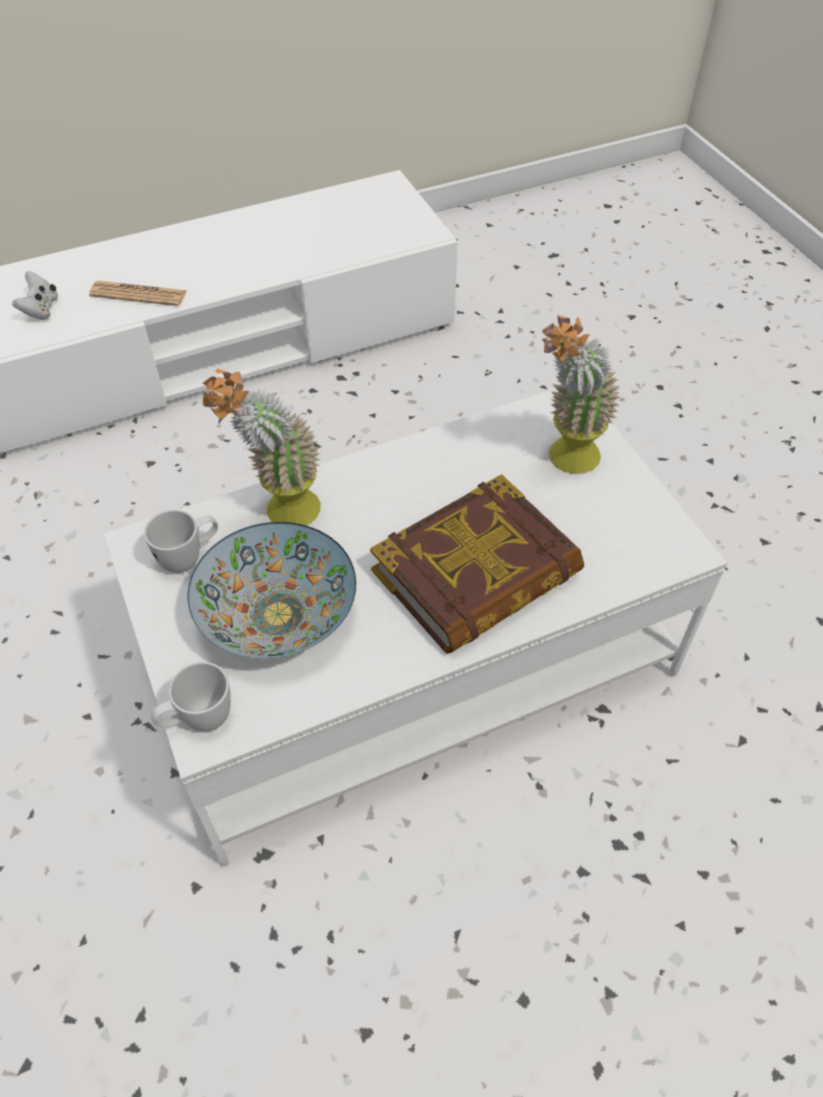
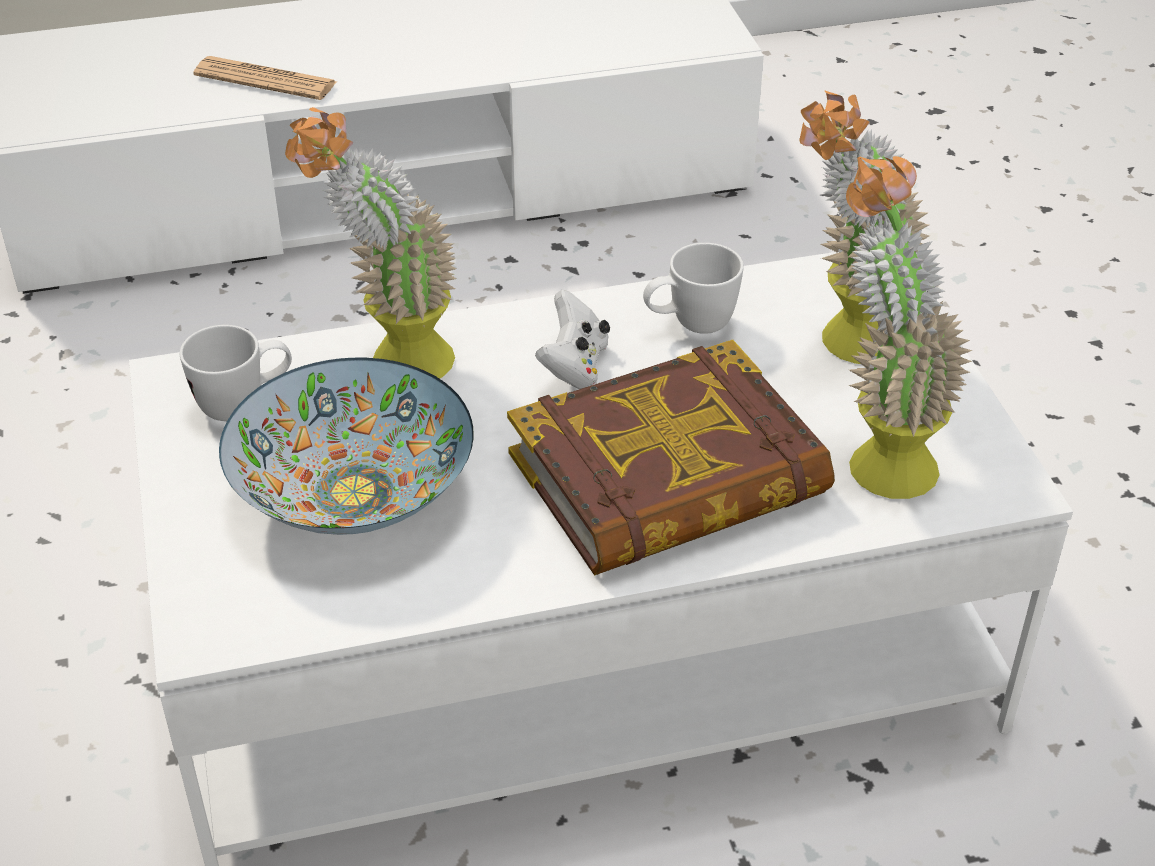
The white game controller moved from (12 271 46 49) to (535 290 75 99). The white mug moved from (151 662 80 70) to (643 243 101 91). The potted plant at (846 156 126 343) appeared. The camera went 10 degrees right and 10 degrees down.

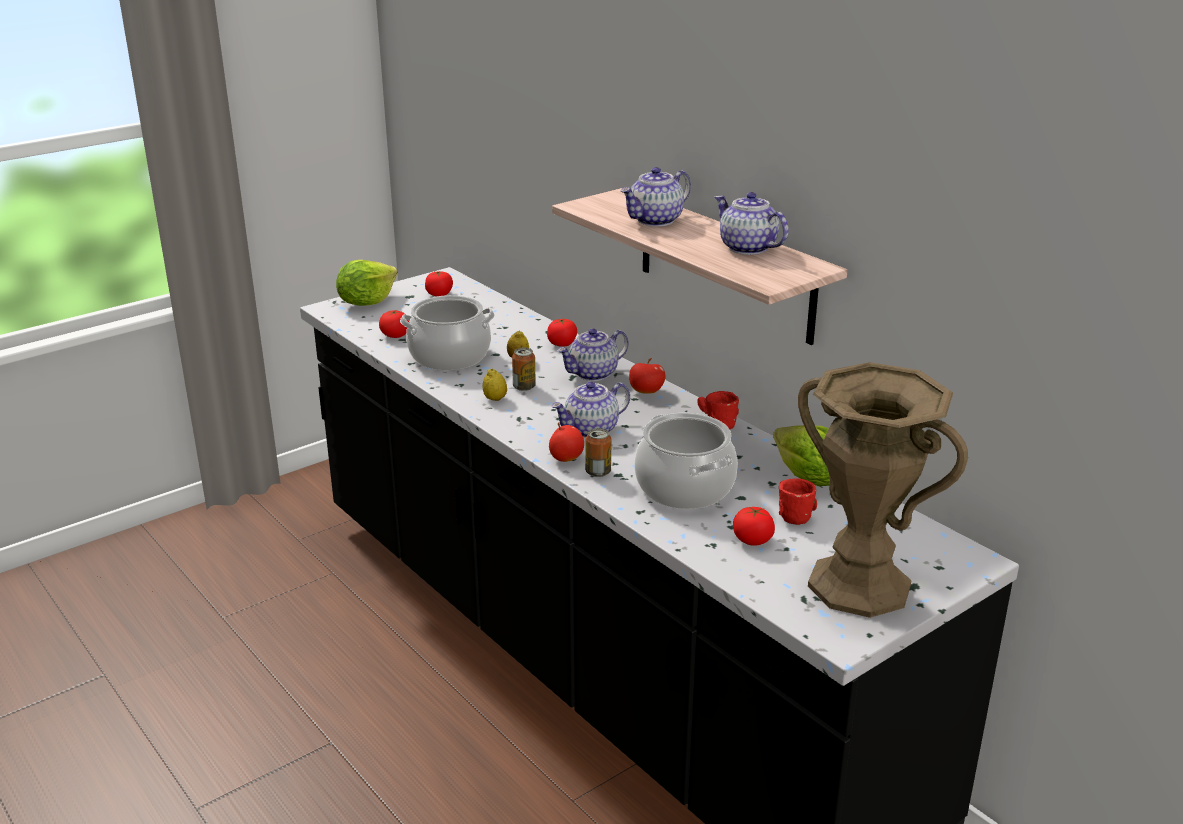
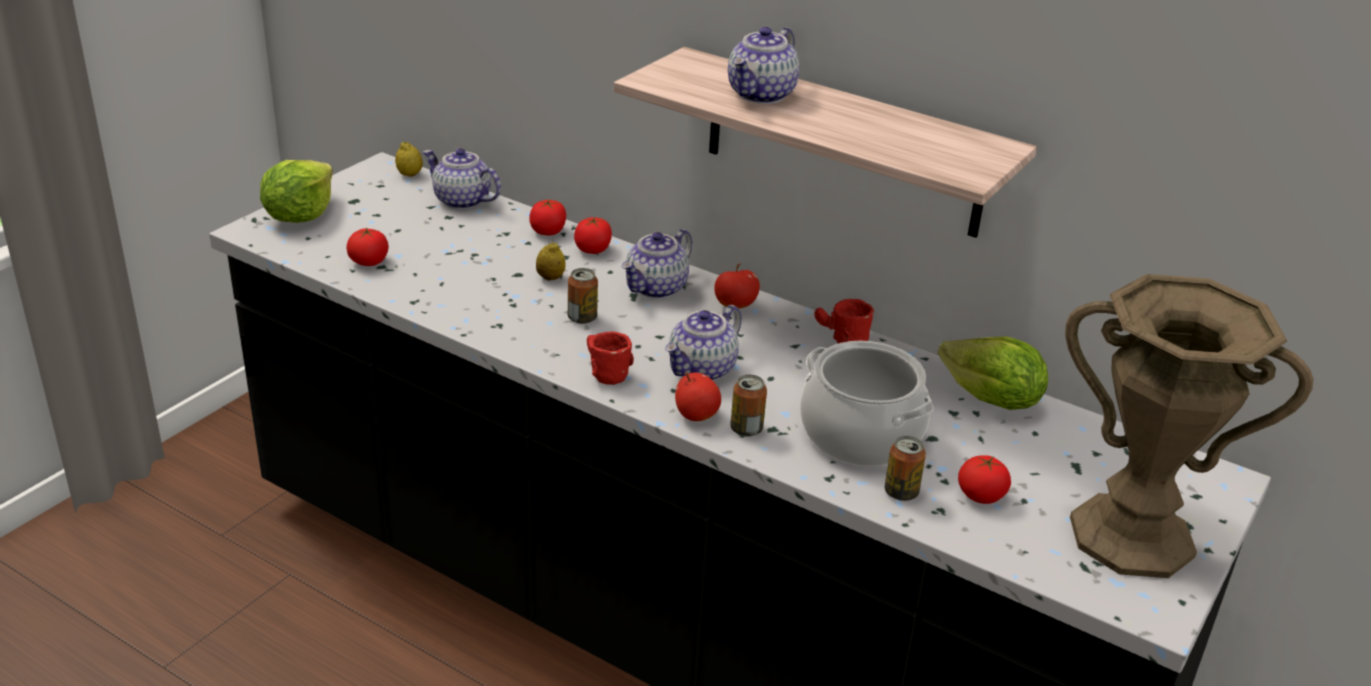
The cooking pot at (400 295 95 75) disappeared. The tomato moved from (425 271 28 25) to (529 199 37 37). The lemon moved from (483 369 24 32) to (395 142 28 34). The teapot moved from (715 192 74 63) to (423 148 78 62). The red mug moved from (779 478 38 47) to (587 331 47 54). The can at (885 436 41 65) appeared. The camera went 20 degrees left and 5 degrees up.

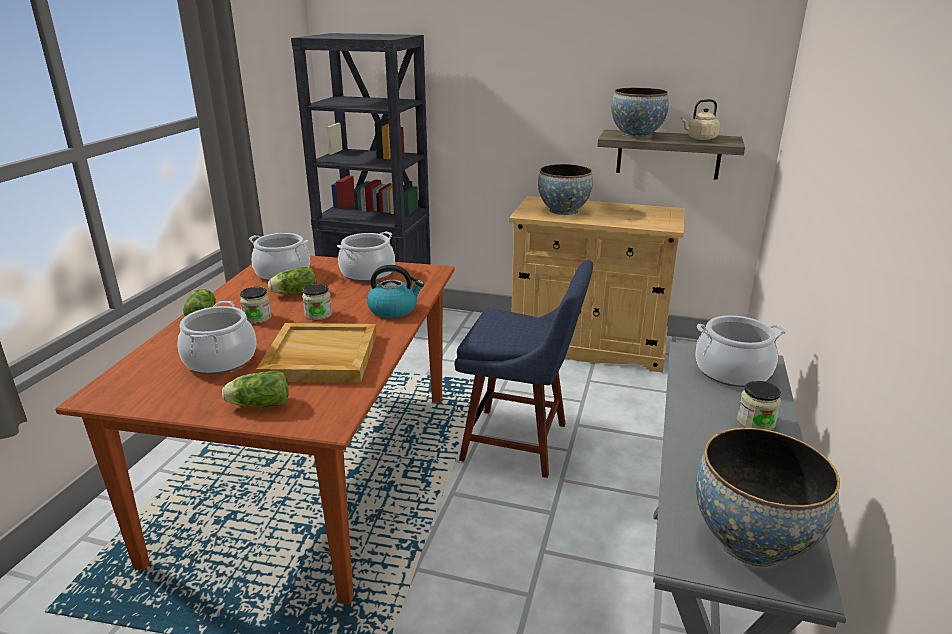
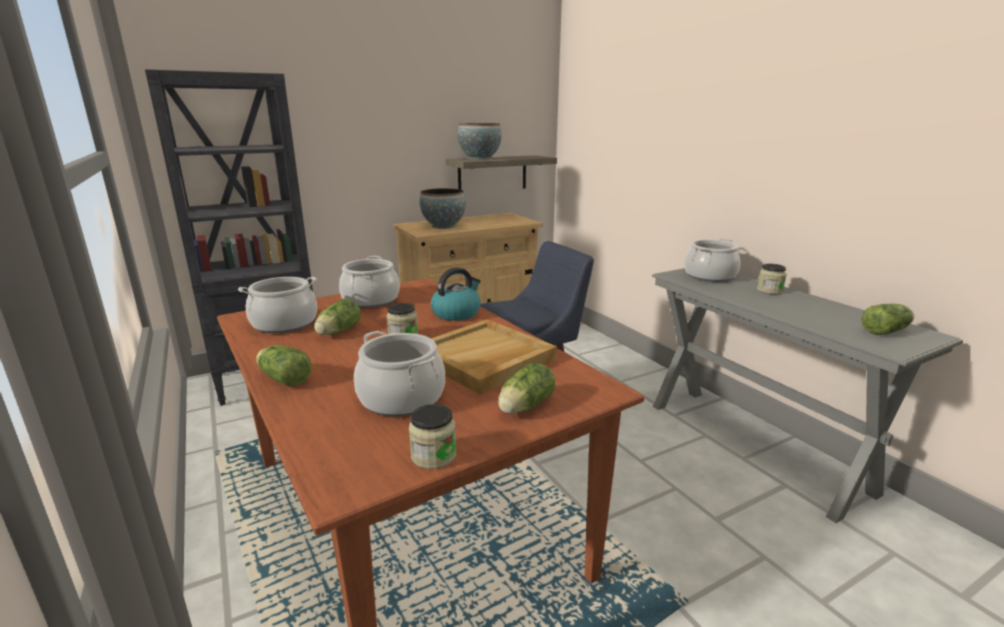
The jar moved from (240 287 31 37) to (409 404 47 65). The beige kettle at (681 99 39 41) disappeared. The bowl at (696 428 144 139) was replaced by the lettuce at (861 304 53 31). The camera went 45 degrees left and 5 degrees down.

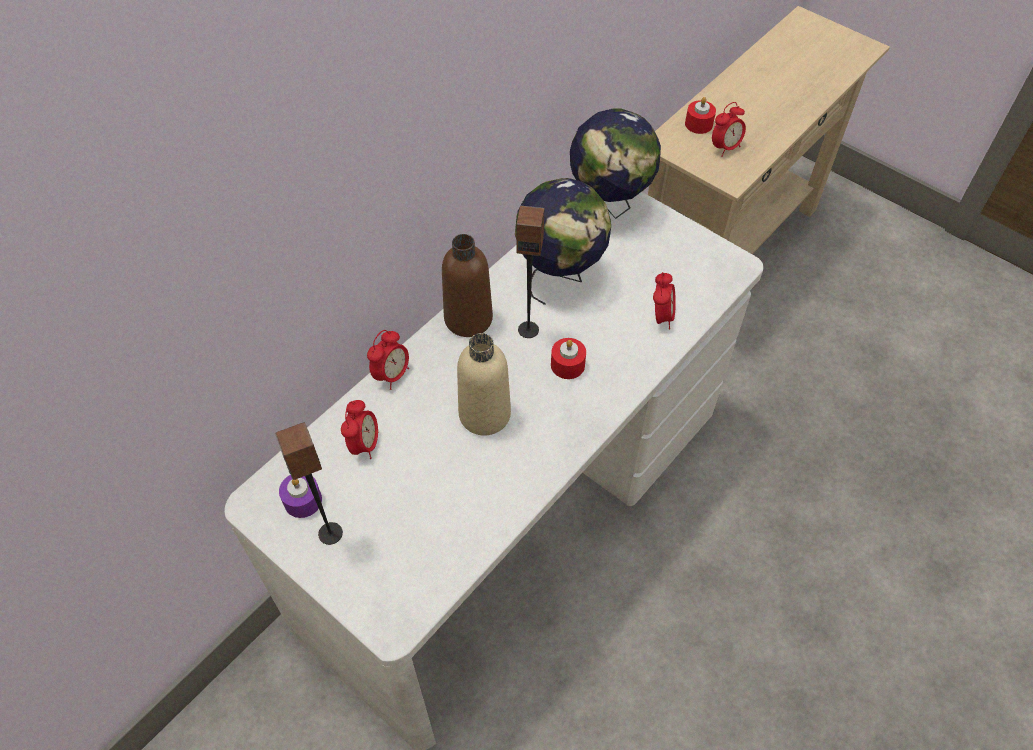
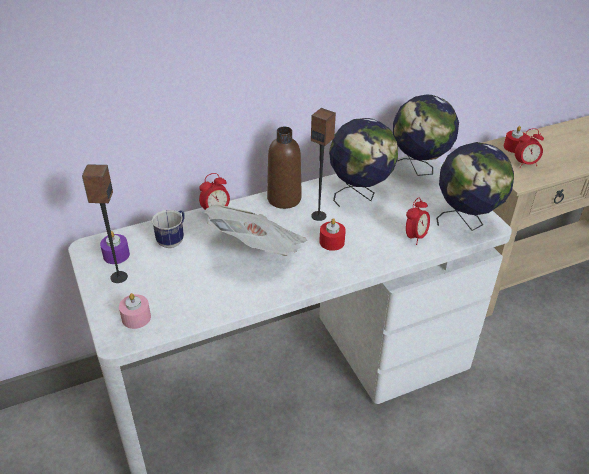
The alarm clock at (341 400 37 59) was replaced by the mug at (152 210 33 38). The beige bottle at (457 333 54 102) was replaced by the newspaper at (204 205 103 51). The pink candle at (119 293 32 36) appeared. The globe at (436 142 78 89) appeared. The camera went 25 degrees right and 15 degrees down.

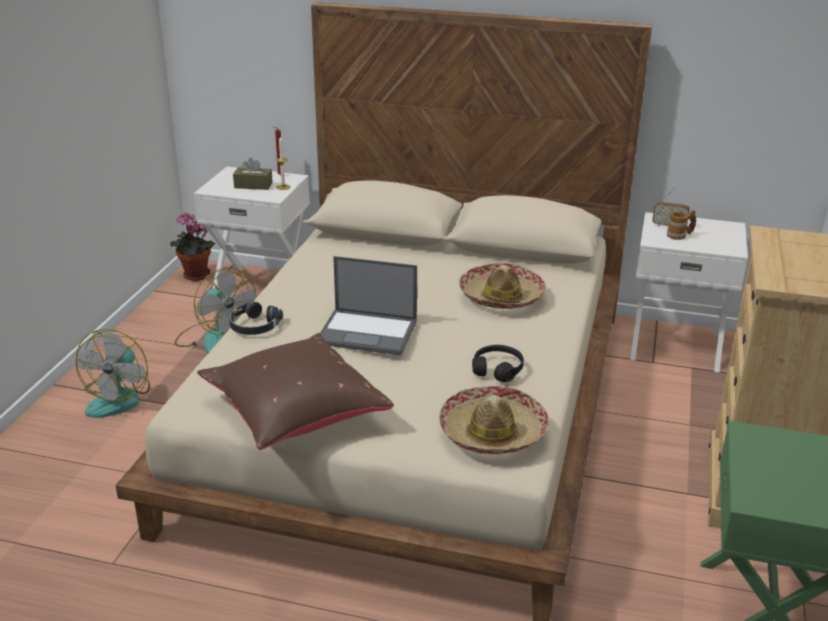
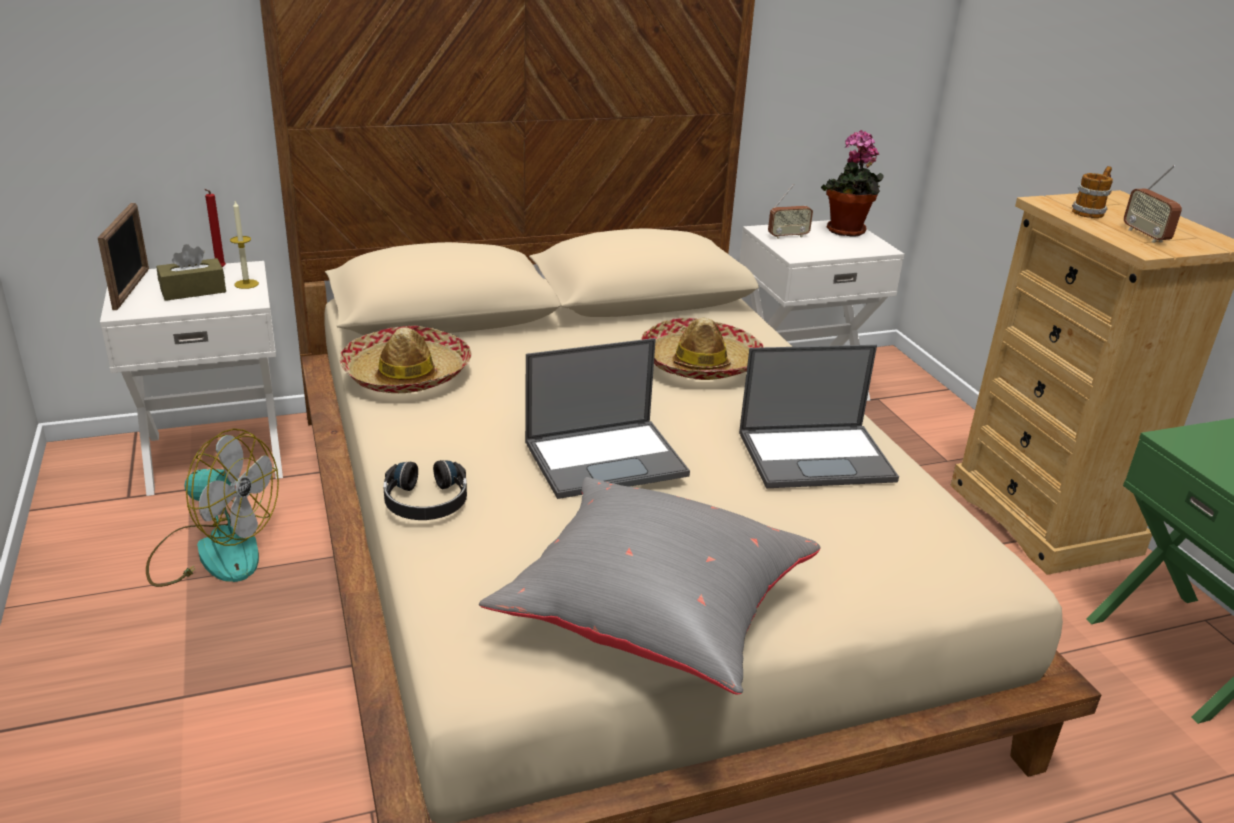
The fan at (76 329 74 89) disappeared. The potted plant moved from (171 212 44 69) to (821 130 63 106). The brown pillow at (197 333 197 117) became the grey pillow at (479 477 342 217). The hat moved from (439 386 110 68) to (340 326 131 67). The black headphones at (472 345 52 37) was replaced by the laptop at (739 345 160 143). The mug moved from (667 210 29 30) to (1072 166 41 52). The picture frame at (98 203 51 107) appeared. The radio at (1124 165 58 78) appeared. The camera went 35 degrees left and 0 degrees up.

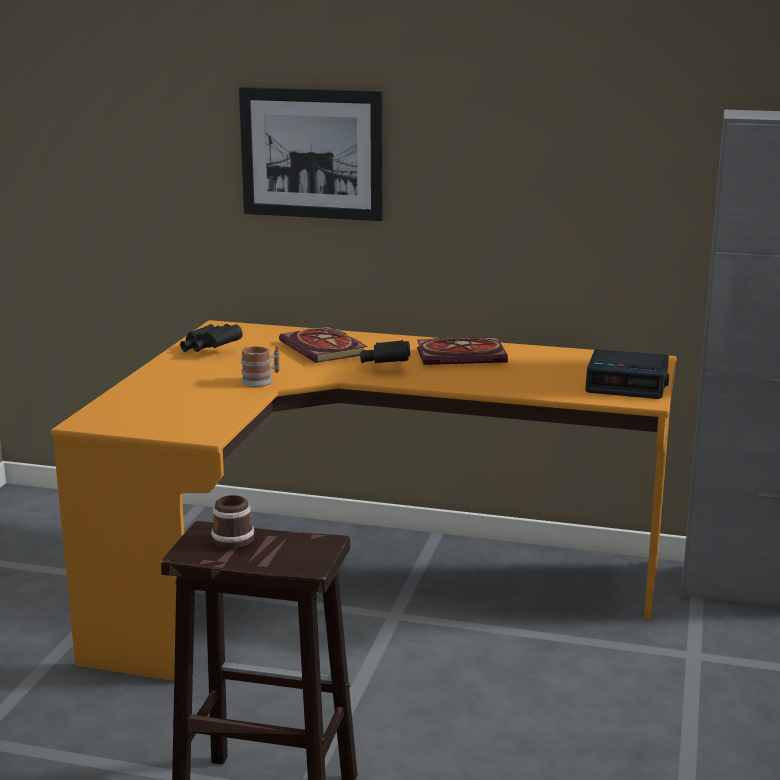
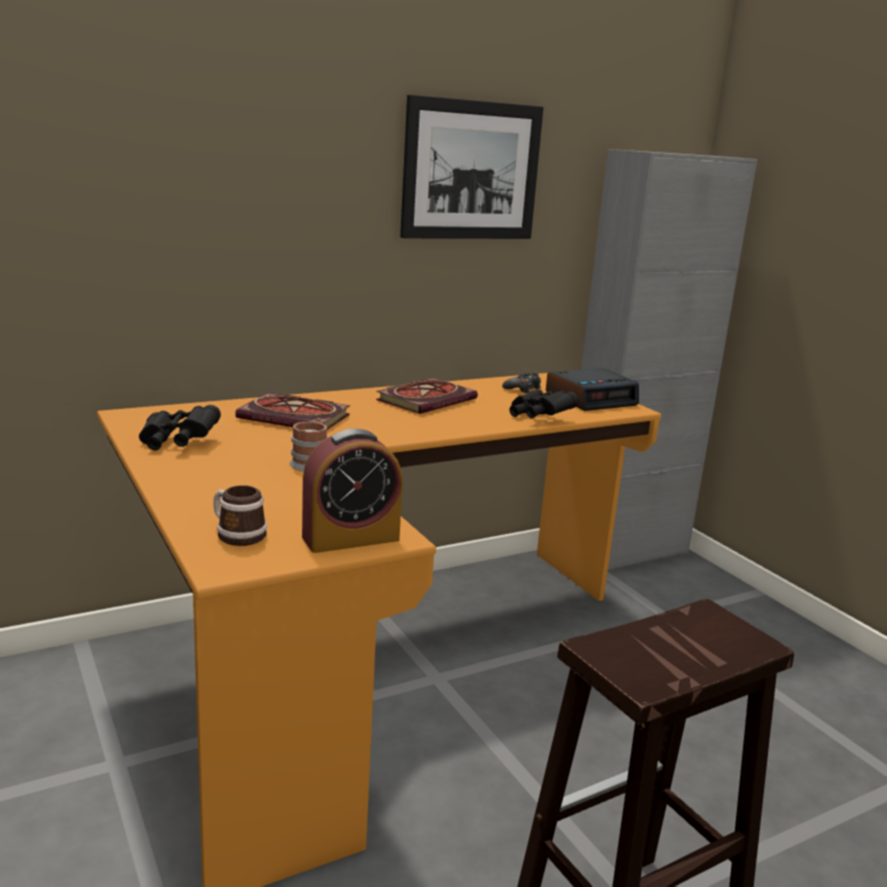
The mug moved from (211 495 44 54) to (213 485 54 61). The picture moved from (239 87 144 134) to (400 95 144 144). The black binoculars moved from (360 340 50 23) to (510 389 69 29). The alarm clock at (302 429 101 124) appeared. The black game controller at (502 372 39 21) appeared. The camera went 45 degrees left and 0 degrees up.

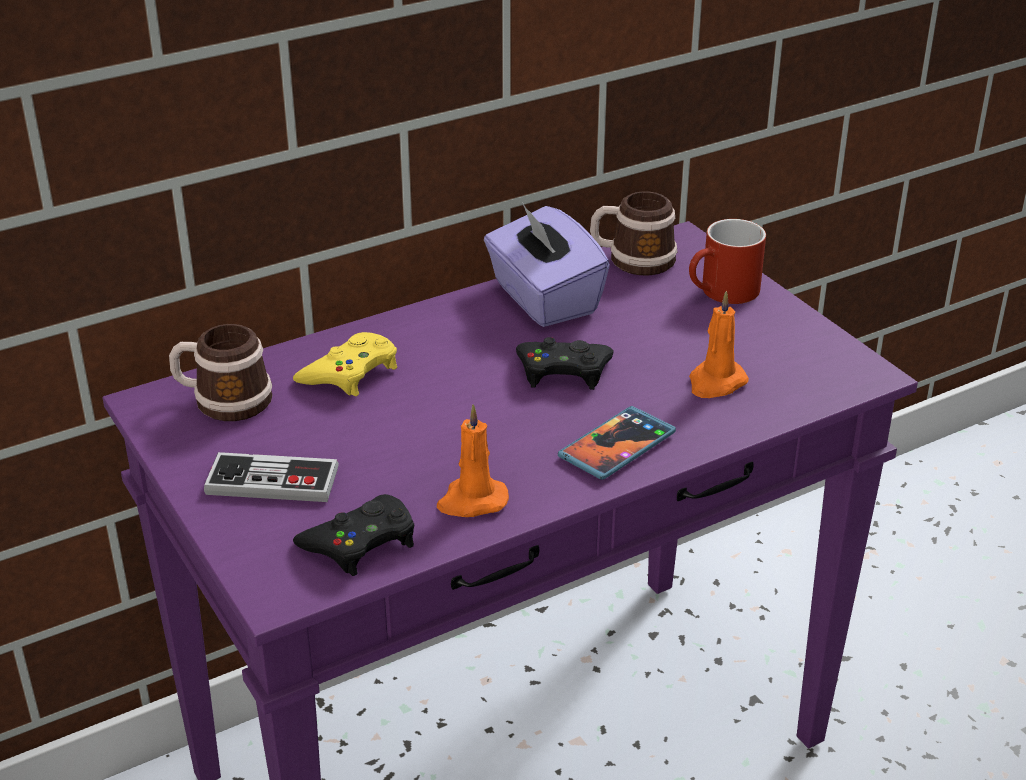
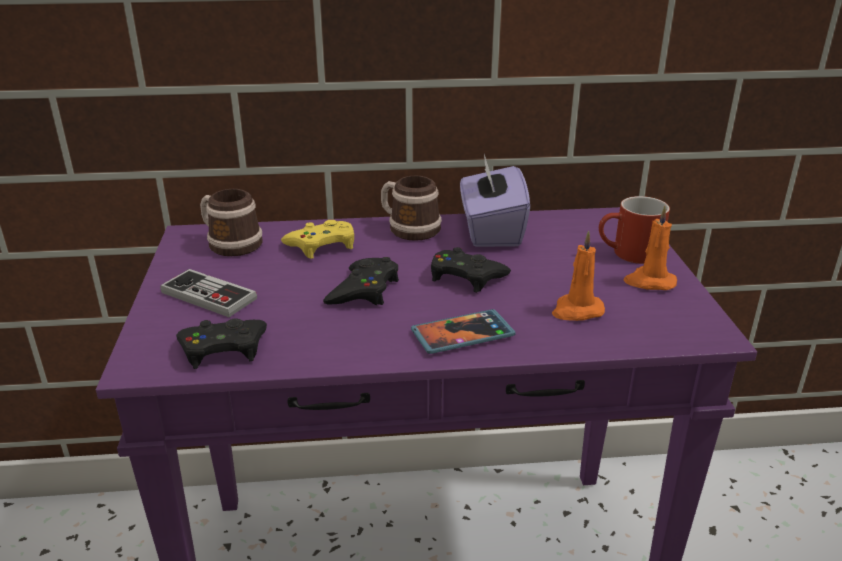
The orange candle moved from (437 404 72 113) to (624 206 53 84). The mug moved from (590 191 87 84) to (381 176 61 65). The black game controller at (323 257 76 48) appeared. The camera went 25 degrees right and 5 degrees down.

